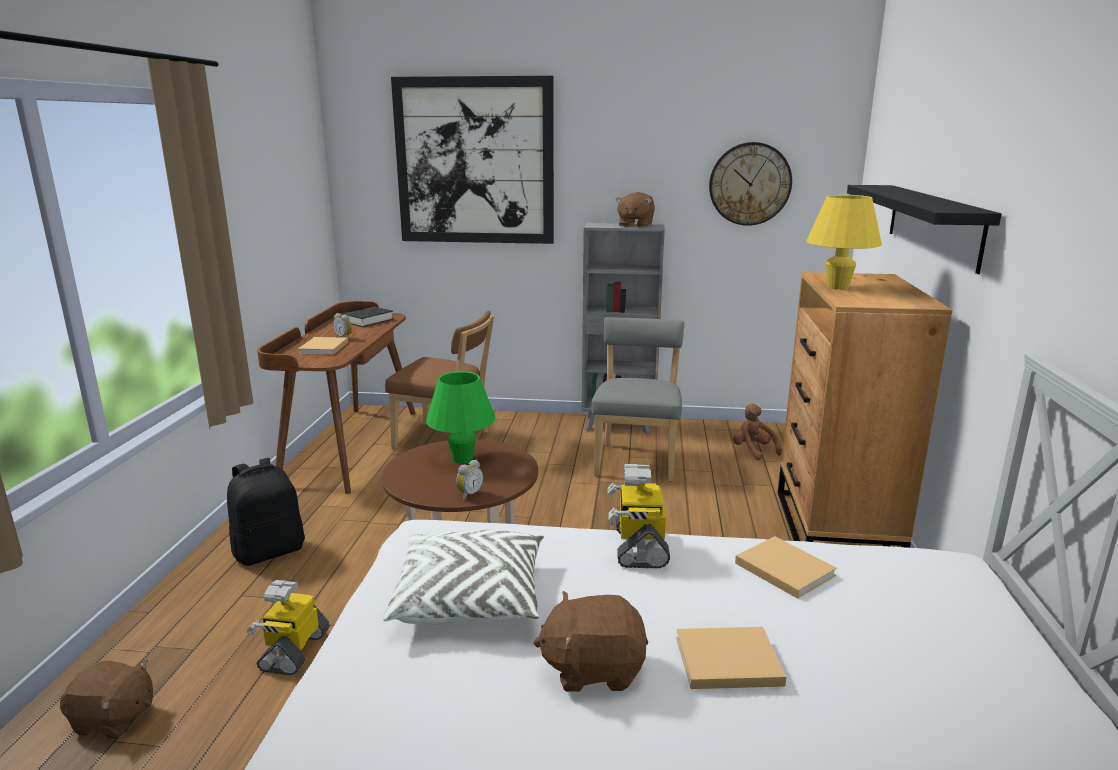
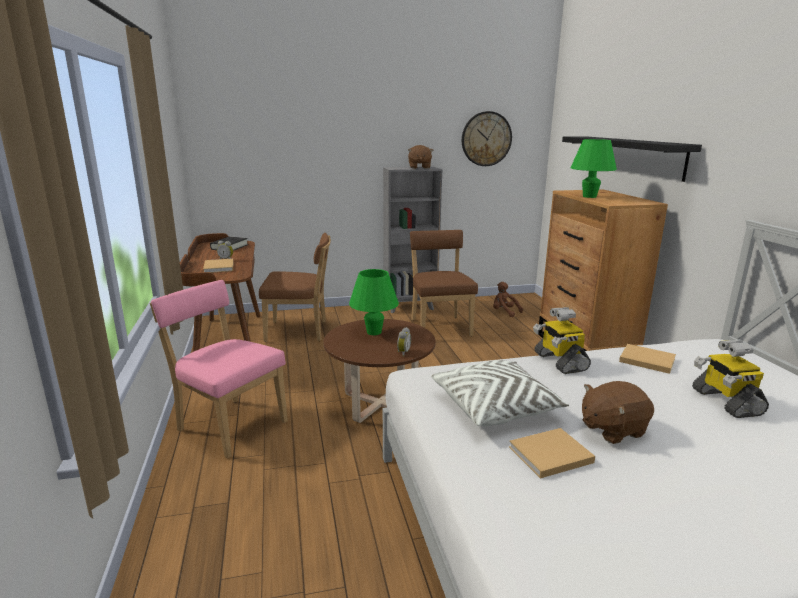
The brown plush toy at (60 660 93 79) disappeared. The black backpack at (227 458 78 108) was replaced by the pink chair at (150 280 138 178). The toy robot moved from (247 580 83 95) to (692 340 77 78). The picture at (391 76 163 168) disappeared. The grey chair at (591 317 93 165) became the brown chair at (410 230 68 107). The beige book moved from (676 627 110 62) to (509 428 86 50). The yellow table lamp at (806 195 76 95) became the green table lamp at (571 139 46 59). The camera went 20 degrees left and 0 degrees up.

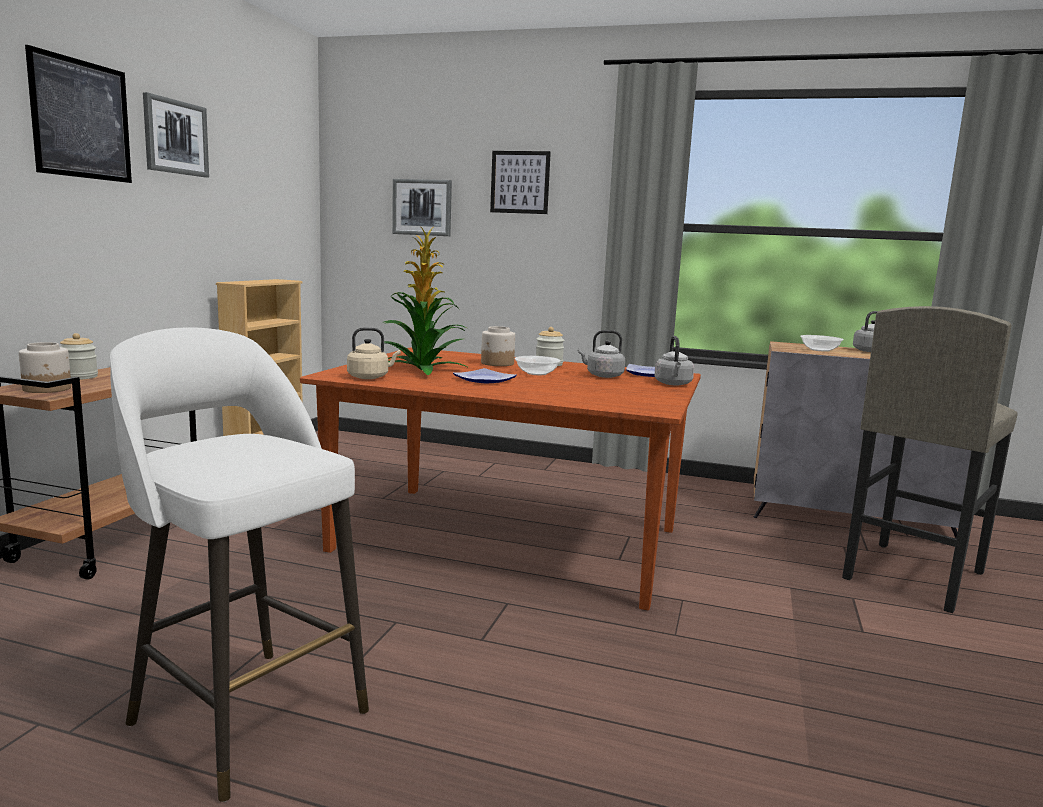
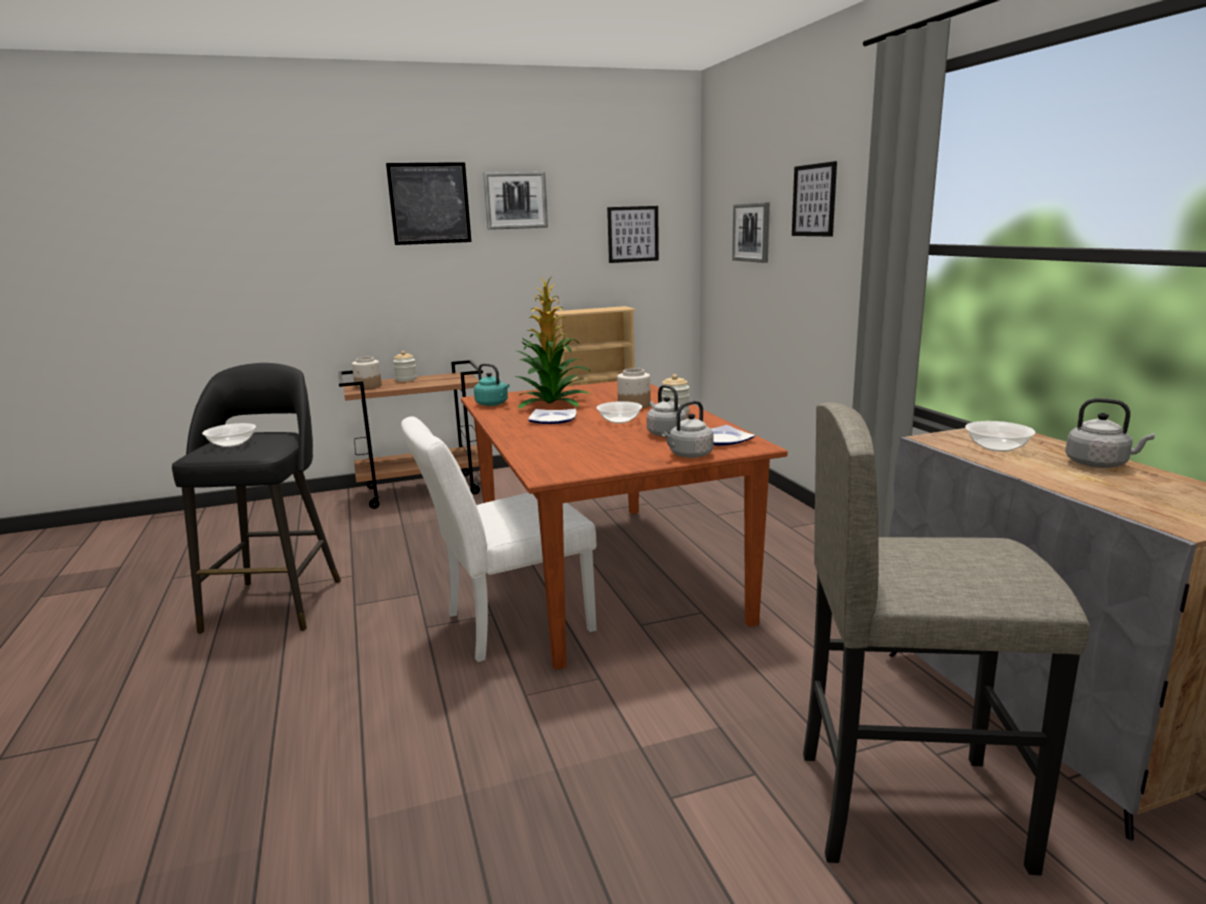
The white stool at (110 327 259 475) became the black stool at (172 363 169 271). The beige kettle at (347 327 54 52) became the turquoise kettle at (474 363 36 43). The bowl at (202 423 54 24) appeared. The white chair at (401 416 196 246) appeared. The picture at (607 206 52 57) appeared. The camera went 55 degrees right and 5 degrees up.

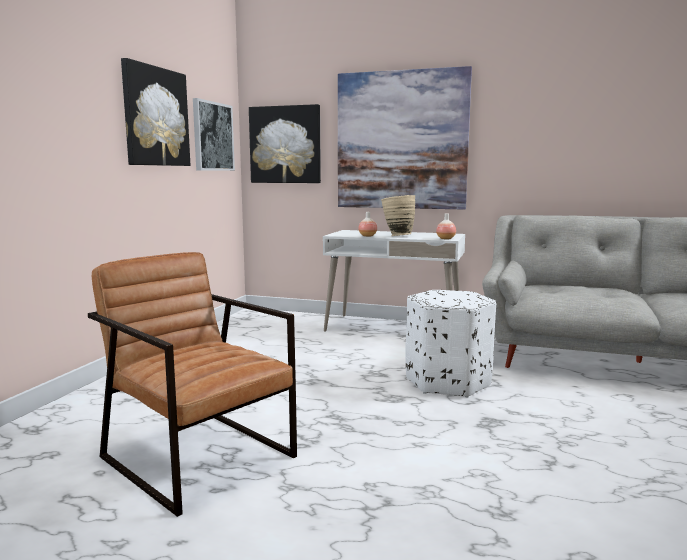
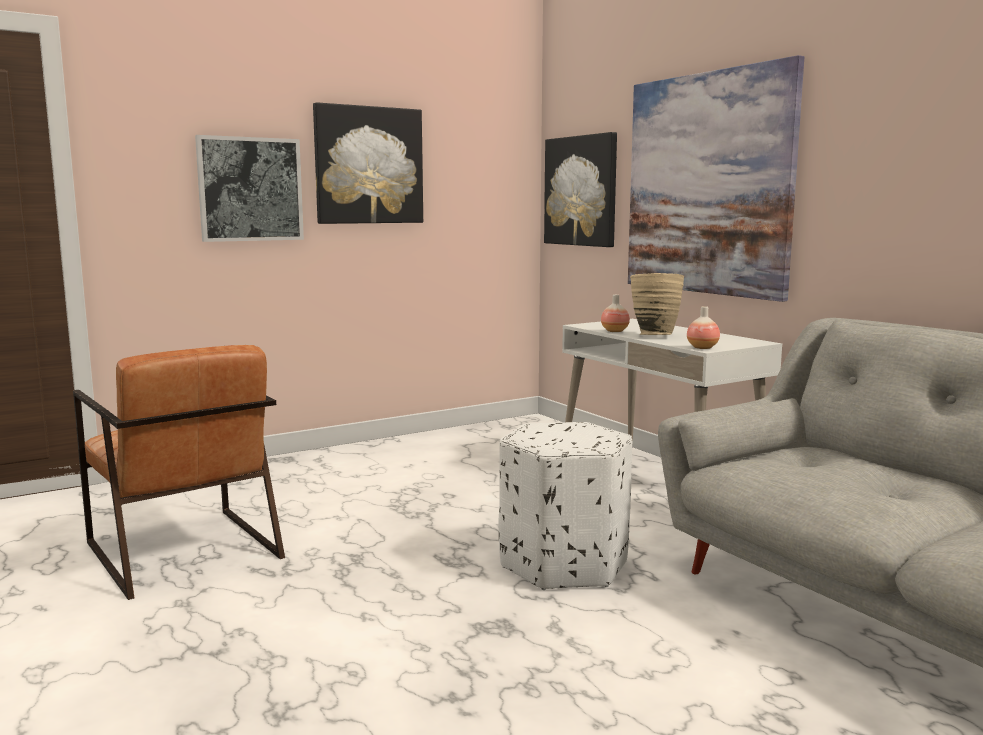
The brown armchair at (88 252 209 265) turned 150 degrees clockwise. The picture moved from (193 98 42 73) to (195 135 109 107). The camera went 40 degrees right and 0 degrees up.

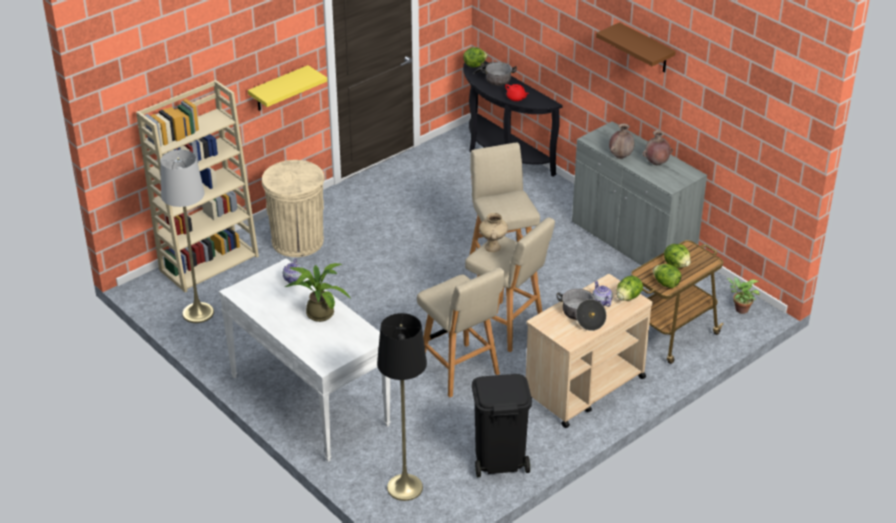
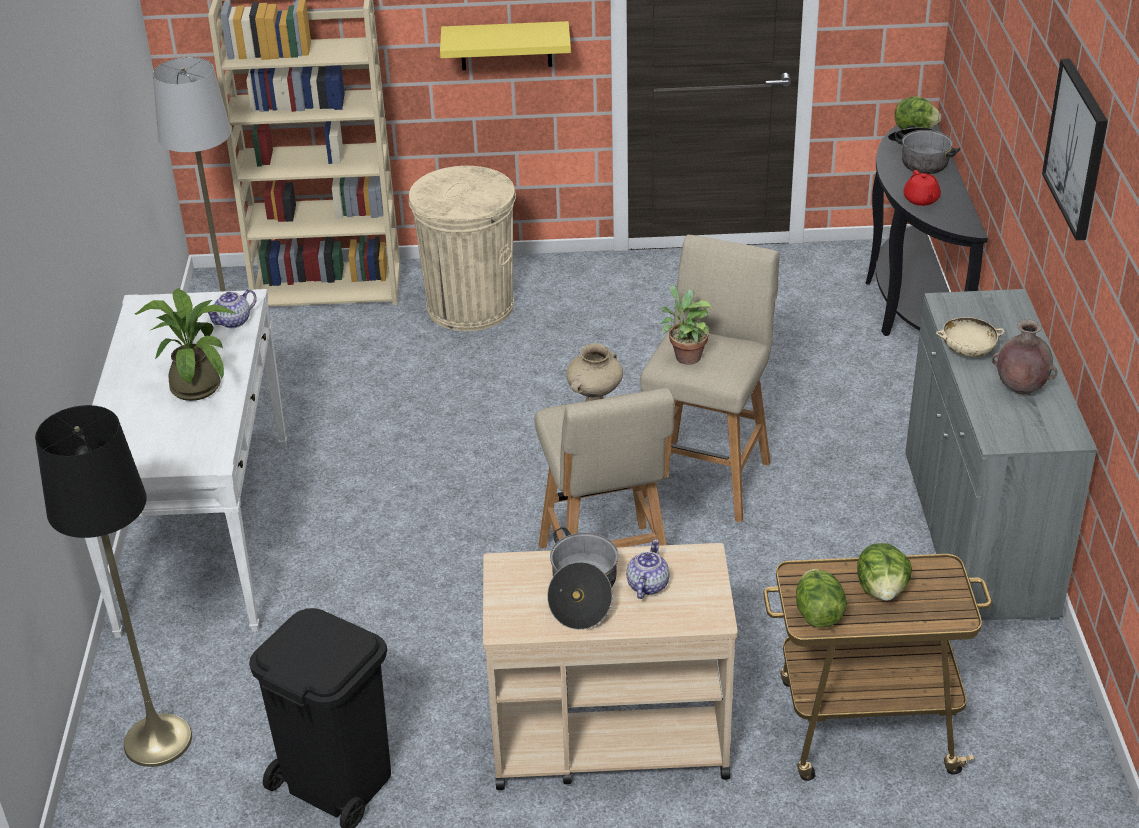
The beige stool at (417 268 88 129) disappeared. The brown shelf at (596 22 80 51) was replaced by the picture at (1042 59 66 181). The brown vase at (609 124 26 35) was replaced by the beige bowl at (936 317 69 40). The lettuce at (616 275 27 26) disappeared. The potted plant moved from (726 277 34 37) to (661 284 52 81). The camera went 40 degrees right and 0 degrees up.

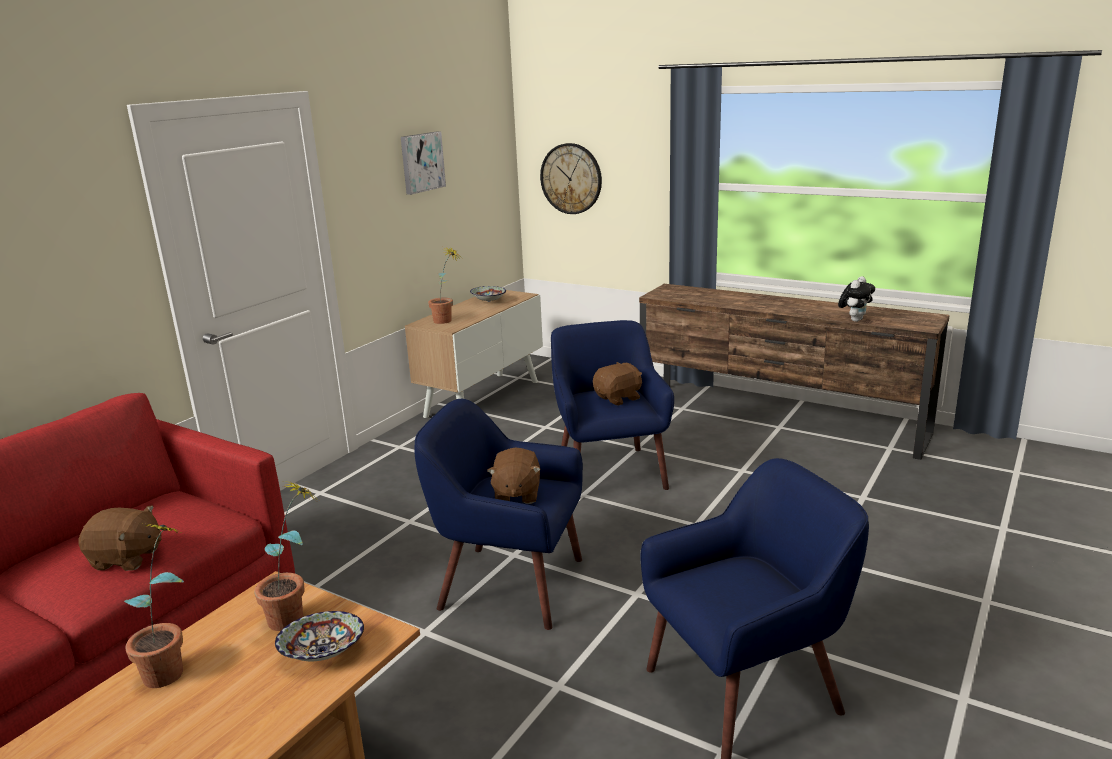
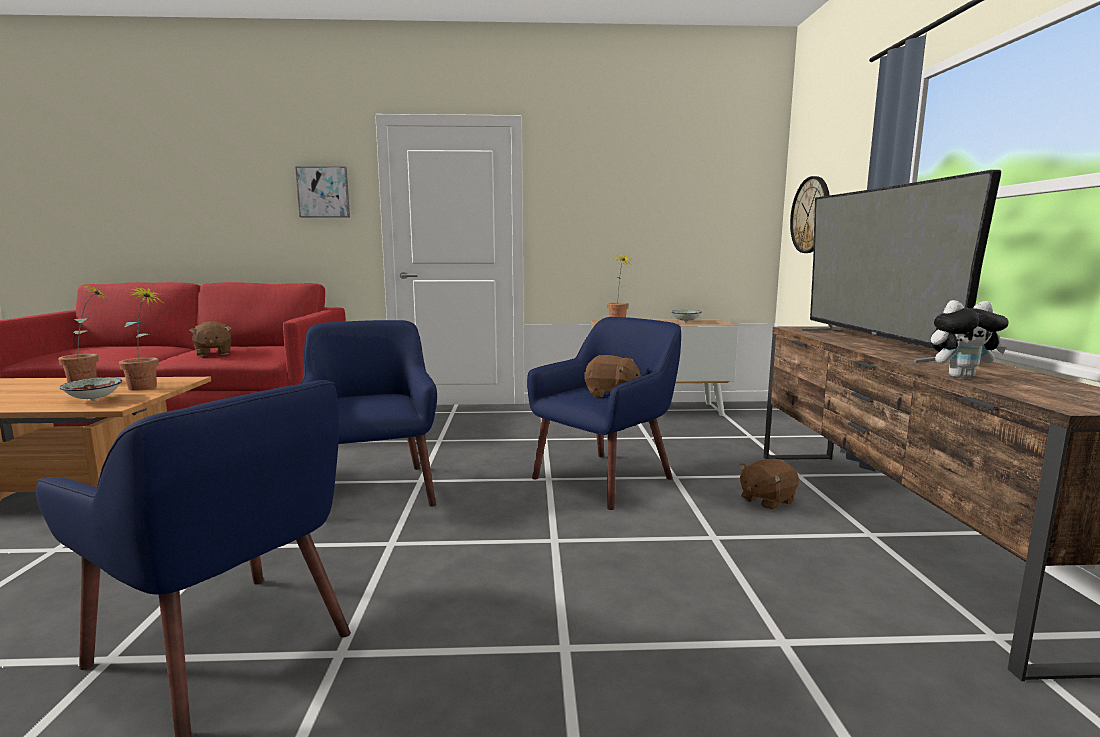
The picture moved from (401 131 45 64) to (295 166 55 51). The brown plush toy moved from (487 447 54 57) to (740 459 59 51). The television at (801 170 200 193) appeared. The camera went 55 degrees right and 10 degrees down.

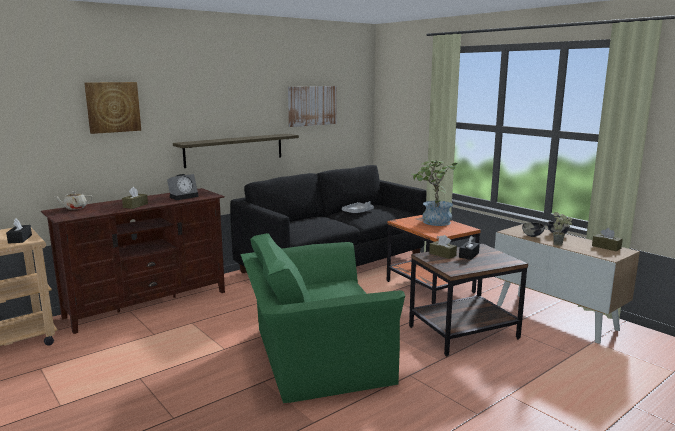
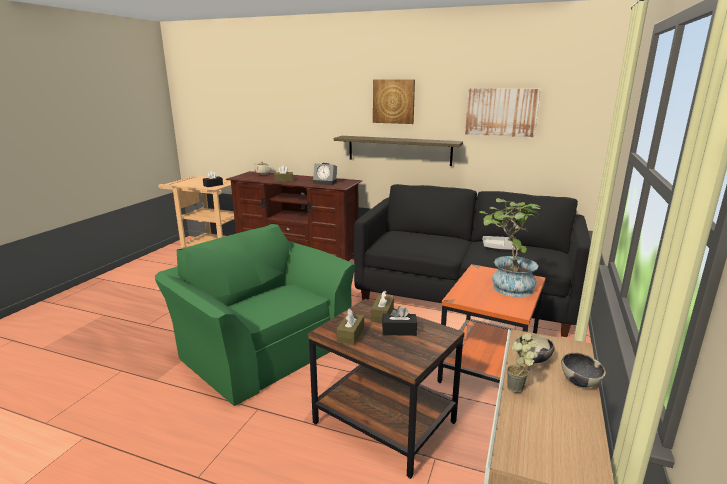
The picture moved from (84 82 57 52) to (373 79 42 45). The brown tissue box moved from (592 228 31 23) to (336 309 28 36). The camera went 60 degrees right and 5 degrees up.

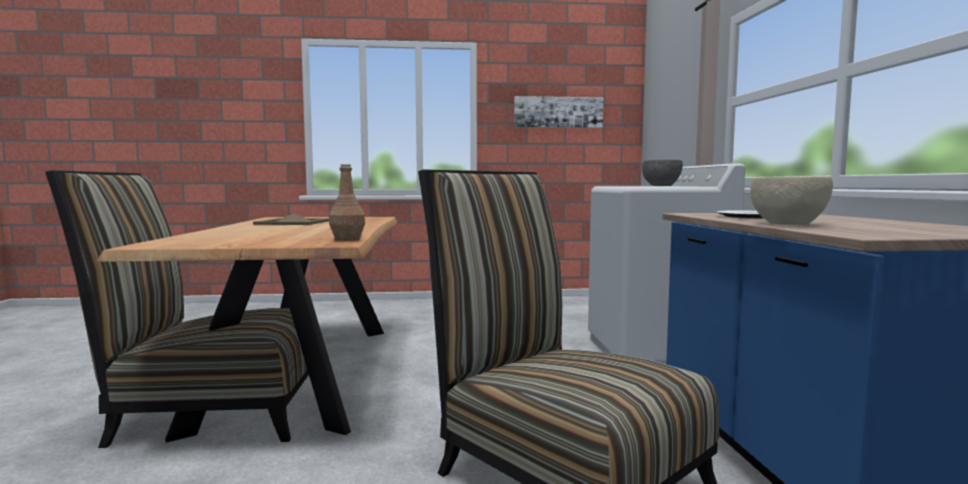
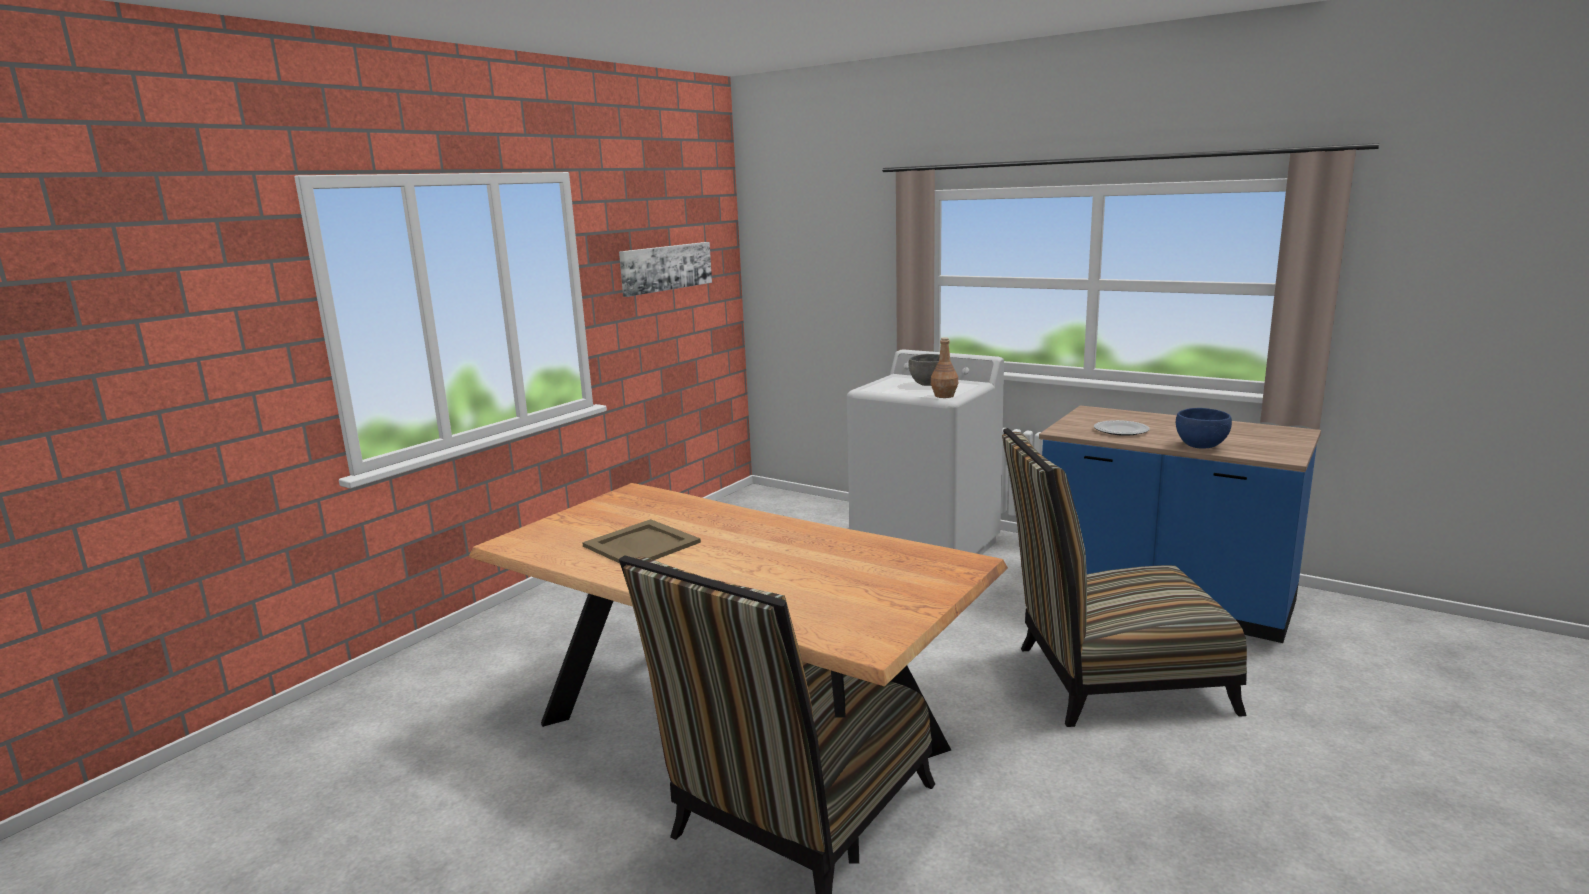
The brown bottle moved from (329 164 36 77) to (931 337 27 61). The beige bowl at (750 176 83 49) became the blue bowl at (1176 408 56 41). The camera went 50 degrees left and 10 degrees up.

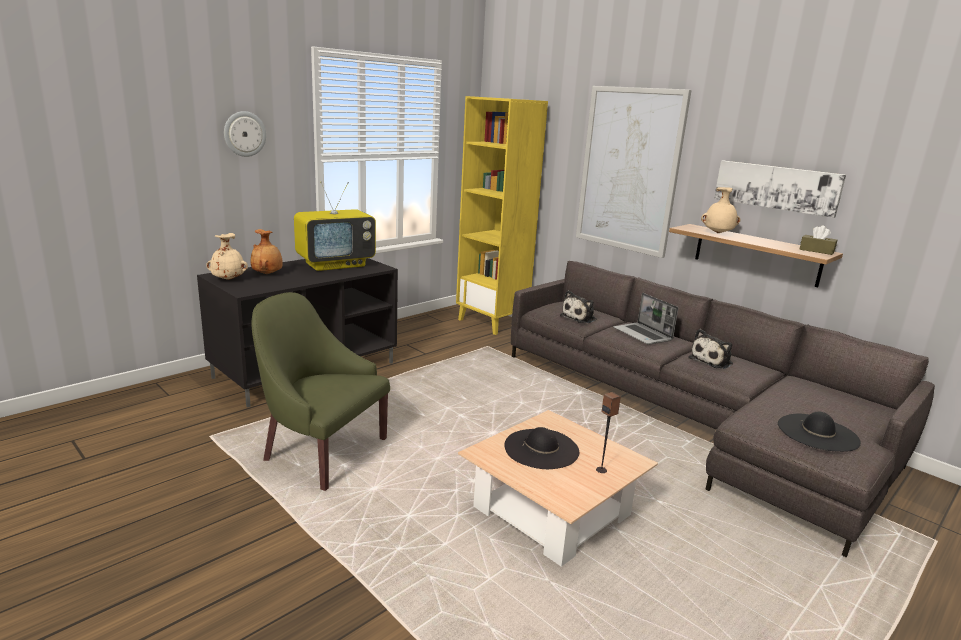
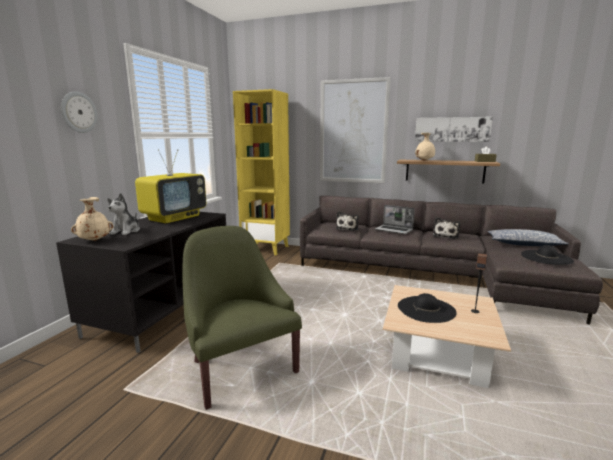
The brown vase at (251 229 32 45) was replaced by the plush toy at (107 193 33 42). The green armchair at (251 292 139 199) turned 60 degrees clockwise. The pillow at (488 229 81 17) appeared. The camera went 25 degrees left and 5 degrees down.

